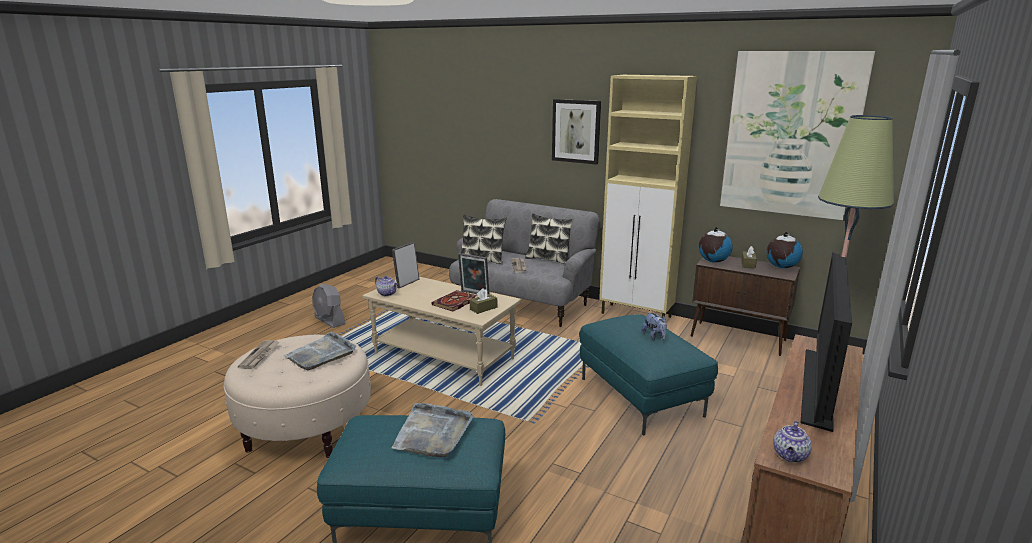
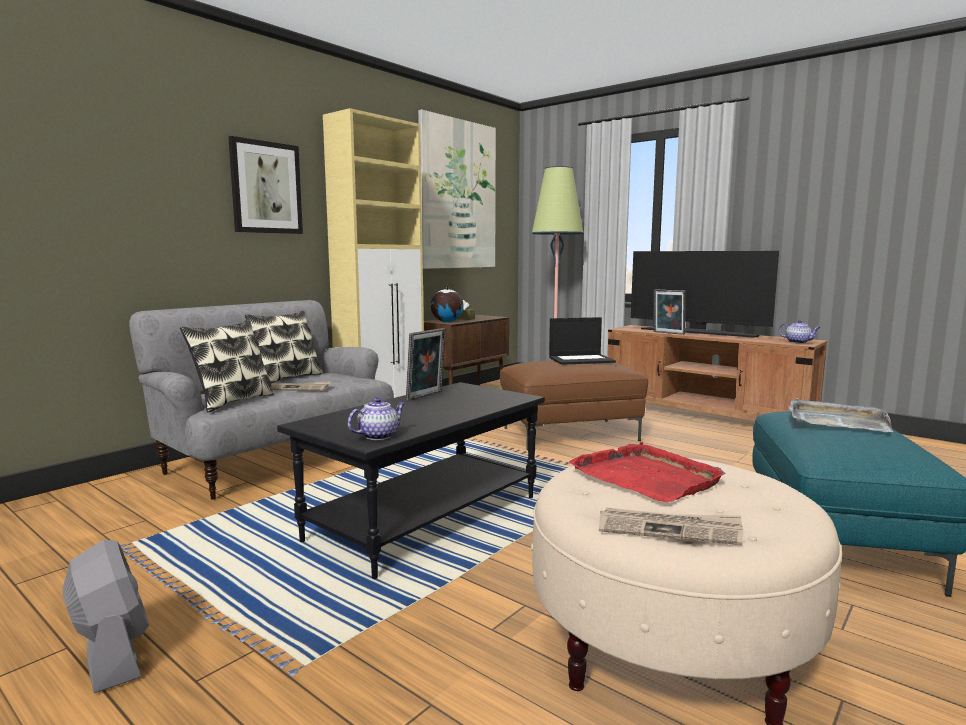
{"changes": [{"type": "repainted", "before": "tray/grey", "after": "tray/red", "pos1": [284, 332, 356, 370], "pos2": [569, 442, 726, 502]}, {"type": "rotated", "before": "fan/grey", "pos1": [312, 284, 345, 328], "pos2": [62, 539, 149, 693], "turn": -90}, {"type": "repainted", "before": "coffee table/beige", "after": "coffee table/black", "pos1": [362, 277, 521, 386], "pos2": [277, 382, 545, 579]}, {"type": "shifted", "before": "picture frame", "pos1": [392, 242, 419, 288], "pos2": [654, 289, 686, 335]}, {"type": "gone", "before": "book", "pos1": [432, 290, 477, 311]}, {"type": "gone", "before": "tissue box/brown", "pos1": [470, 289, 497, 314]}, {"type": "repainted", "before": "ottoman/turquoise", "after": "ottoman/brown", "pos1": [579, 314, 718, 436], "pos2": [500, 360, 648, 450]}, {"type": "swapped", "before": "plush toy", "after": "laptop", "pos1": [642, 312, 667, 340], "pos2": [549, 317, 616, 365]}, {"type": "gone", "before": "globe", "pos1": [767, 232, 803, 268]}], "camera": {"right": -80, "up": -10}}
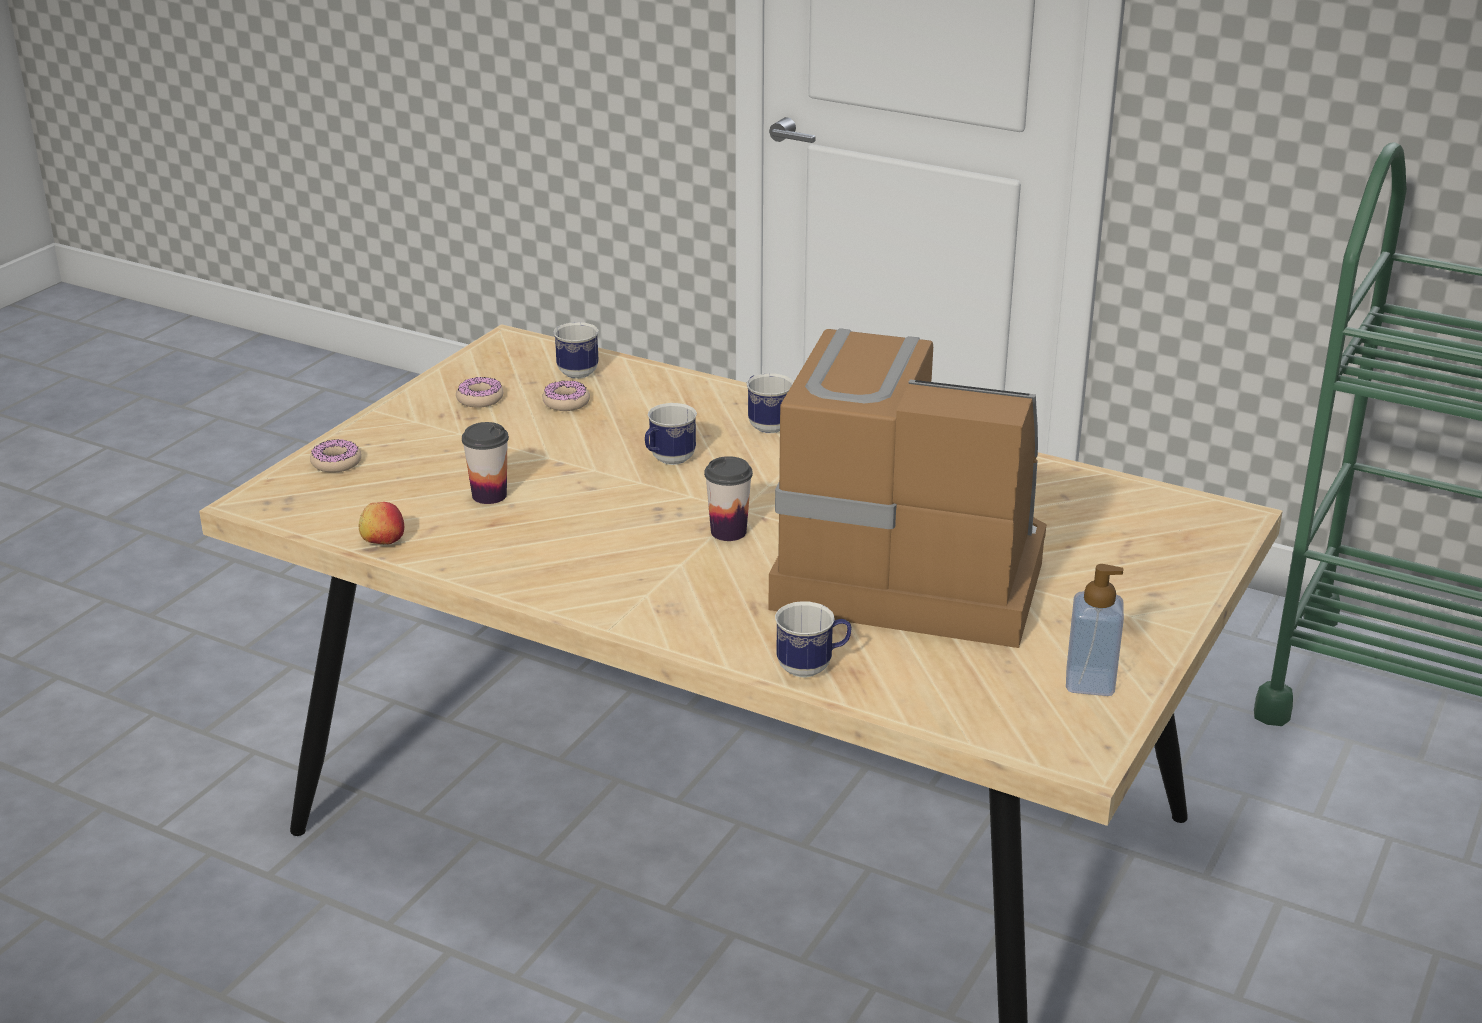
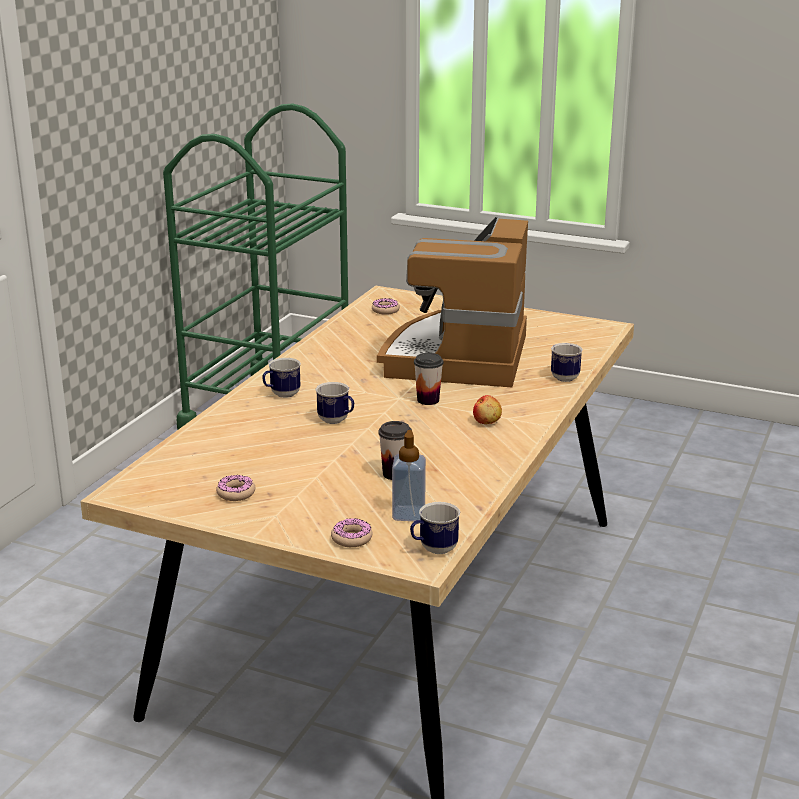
{"changes": [{"type": "shifted", "before": "apple", "pos1": [359, 502, 404, 544], "pos2": [473, 395, 502, 424]}, {"type": "shifted", "before": "donut", "pos1": [542, 381, 590, 411], "pos2": [372, 298, 400, 315]}, {"type": "shifted", "before": "mug", "pos1": [553, 322, 599, 379], "pos2": [410, 502, 460, 554]}, {"type": "shifted", "before": "soap dispenser", "pos1": [1066, 564, 1124, 696], "pos2": [392, 430, 426, 521]}], "camera": {"right": -95, "up": -5}}
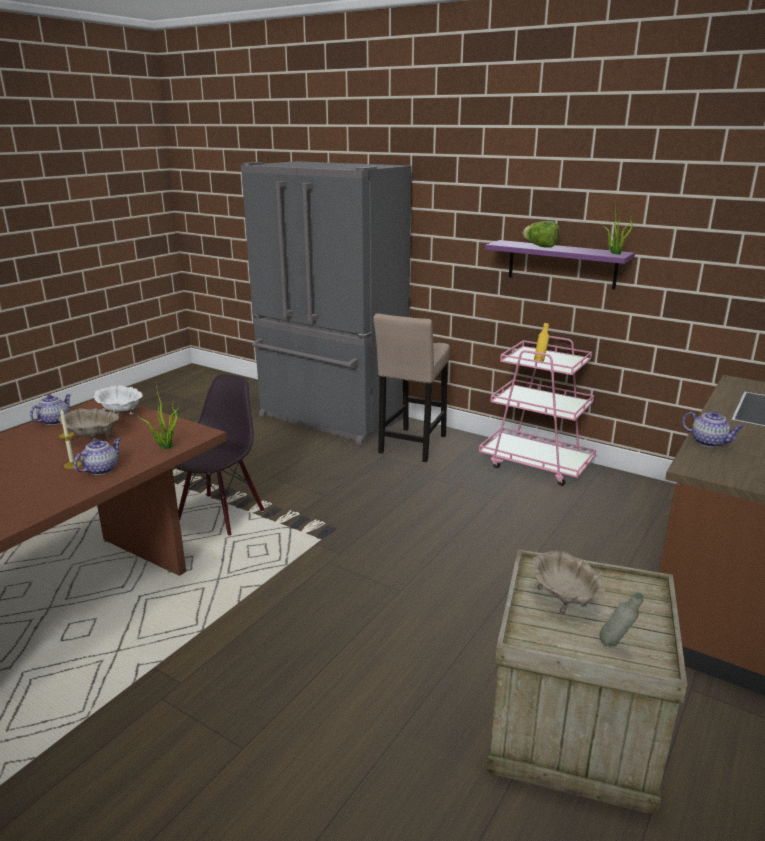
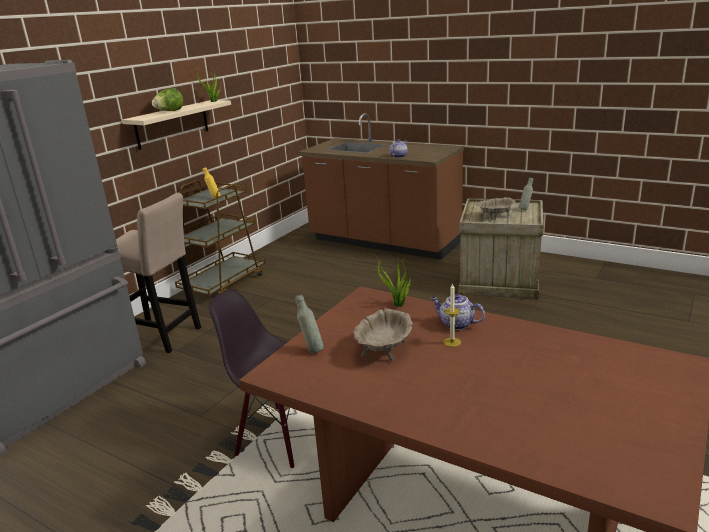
{"changes": [{"type": "gone", "before": "teapot", "pos1": [30, 394, 71, 425]}, {"type": "swapped", "before": "bowl/white", "after": "bottle/grey", "pos1": [93, 385, 143, 421], "pos2": [295, 295, 324, 353]}, {"type": "repainted", "before": "cart/pink", "after": "cart/brown", "pos1": [479, 336, 596, 486], "pos2": [175, 180, 266, 296]}, {"type": "repainted", "before": "shelf/purple", "after": "shelf/beige", "pos1": [485, 240, 635, 290], "pos2": [122, 100, 231, 150]}], "camera": {"right": -90, "up": 0}}
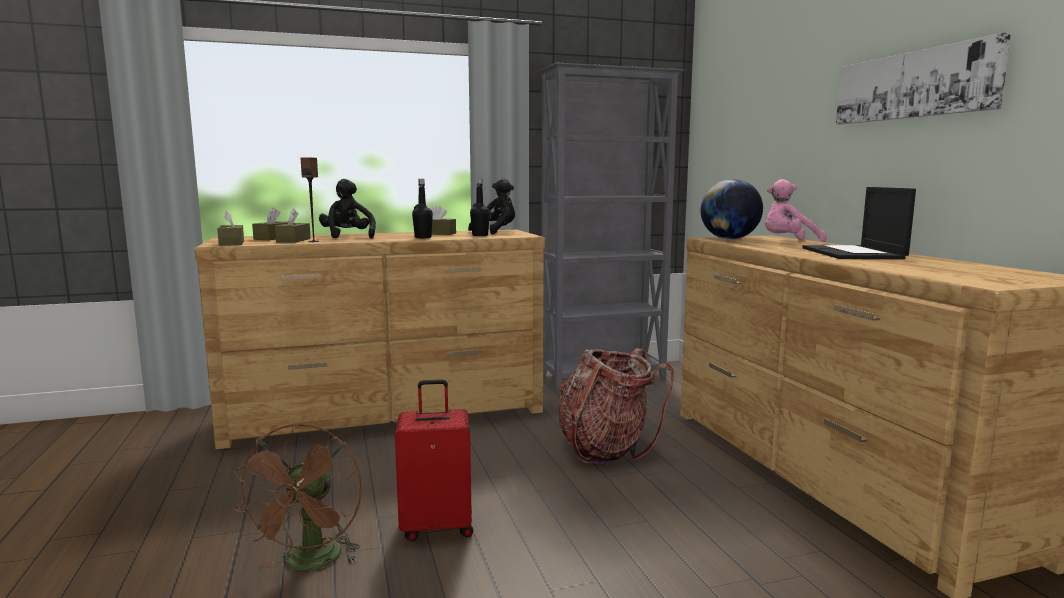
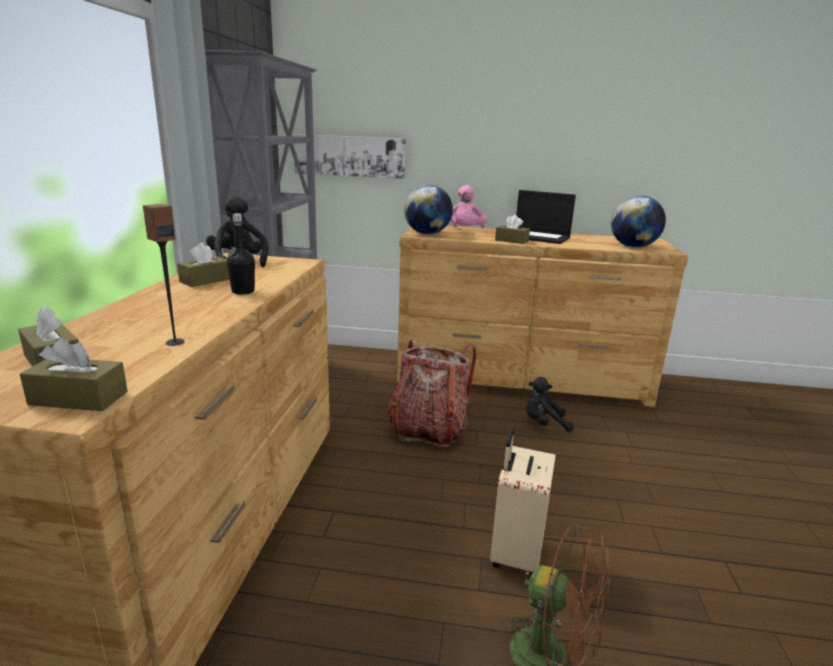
{"changes": [{"type": "shifted", "before": "tissue box/brown", "pos1": [275, 209, 311, 243], "pos2": [495, 215, 530, 244]}, {"type": "shifted", "before": "plush toy/black", "pos1": [319, 179, 376, 239], "pos2": [526, 377, 574, 432]}, {"type": "repainted", "before": "suitcase/red", "after": "suitcase/beige", "pos1": [395, 379, 473, 541], "pos2": [490, 428, 556, 577]}, {"type": "gone", "before": "bottle/black", "pos1": [470, 179, 490, 236]}, {"type": "shifted", "before": "picture", "pos1": [836, 33, 1011, 125], "pos2": [293, 134, 406, 179]}, {"type": "new", "after": "globe", "pos2": [611, 196, 666, 248]}], "camera": {"right": -65, "up": 10}}
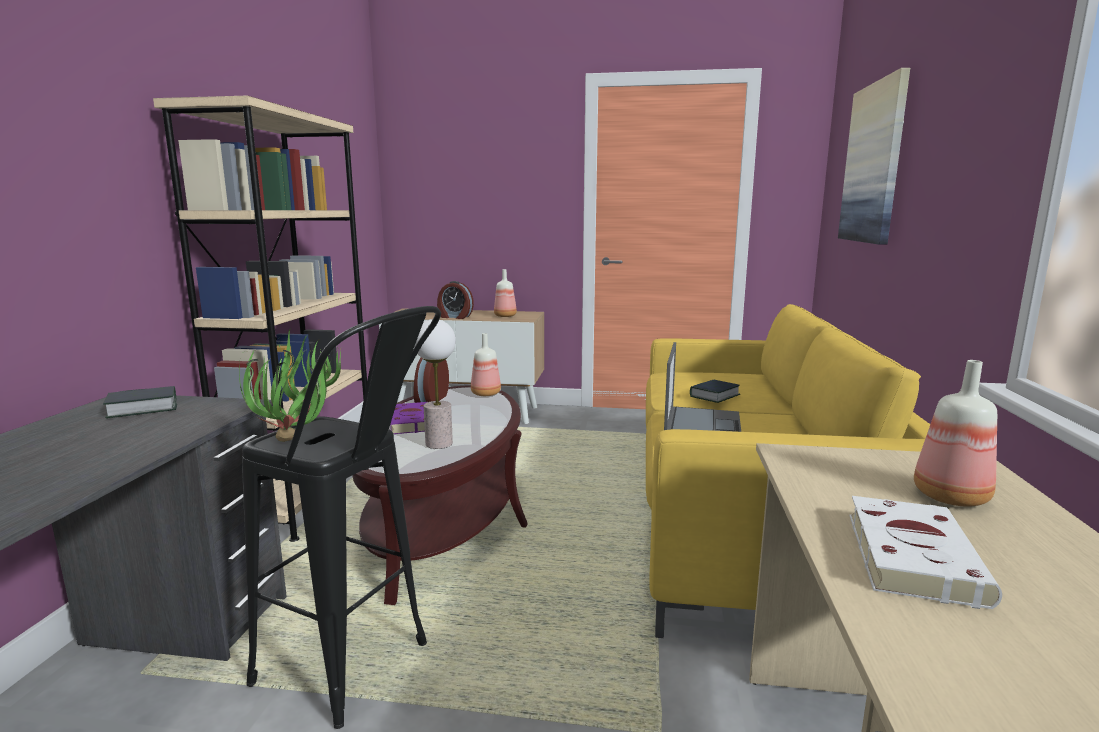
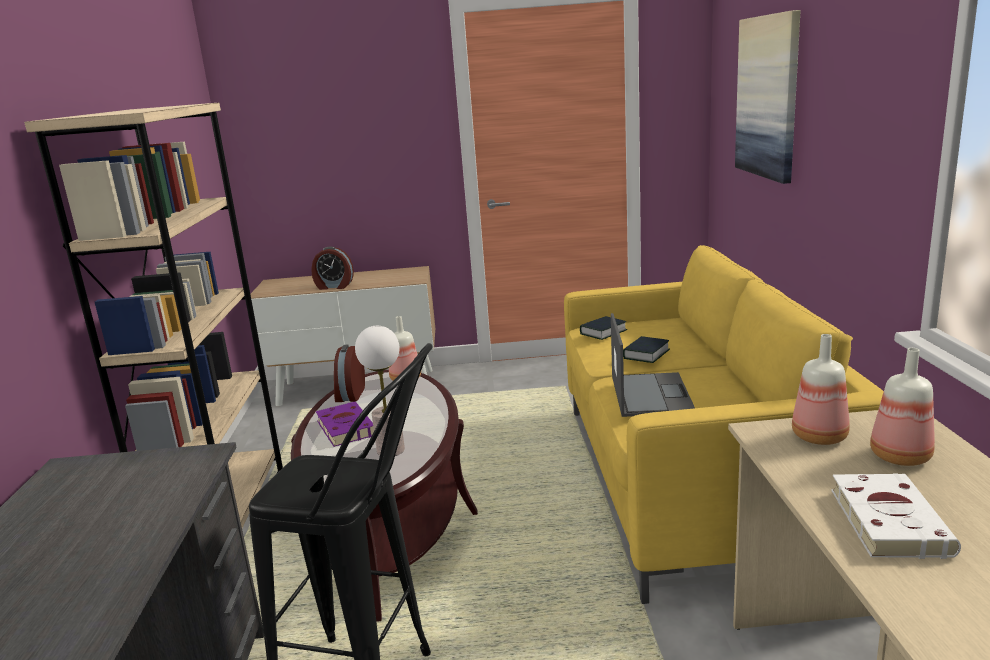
{"changes": [{"type": "shifted", "before": "book", "pos1": [103, 386, 177, 418], "pos2": [580, 316, 627, 340]}, {"type": "gone", "before": "potted plant", "pos1": [239, 330, 341, 442]}, {"type": "shifted", "before": "bottle", "pos1": [494, 269, 517, 317], "pos2": [792, 334, 850, 445]}], "camera": {"right": -10, "up": 5}}
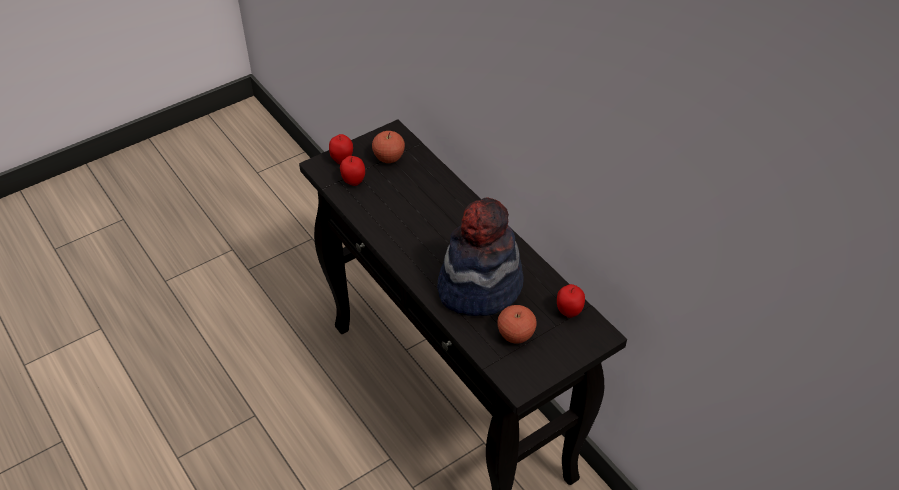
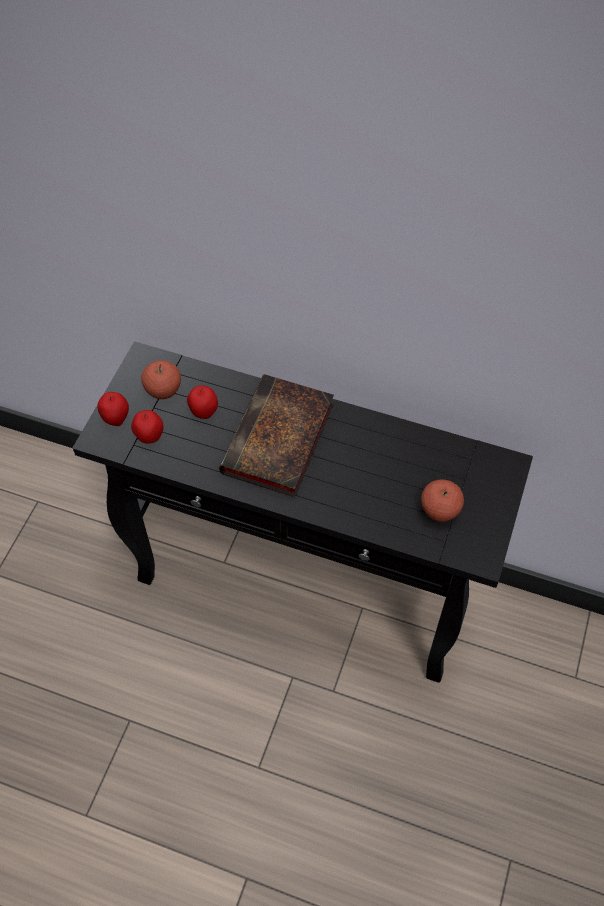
{"changes": [{"type": "gone", "before": "hat", "pos1": [437, 197, 524, 316]}, {"type": "shifted", "before": "apple", "pos1": [557, 284, 585, 318], "pos2": [187, 385, 218, 419]}, {"type": "new", "after": "book", "pos2": [219, 374, 334, 497]}], "camera": {"right": -35, "up": 10}}
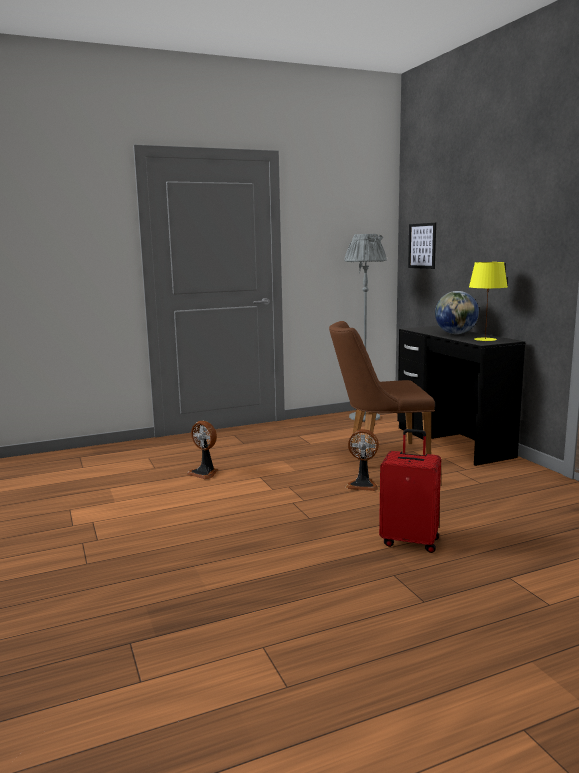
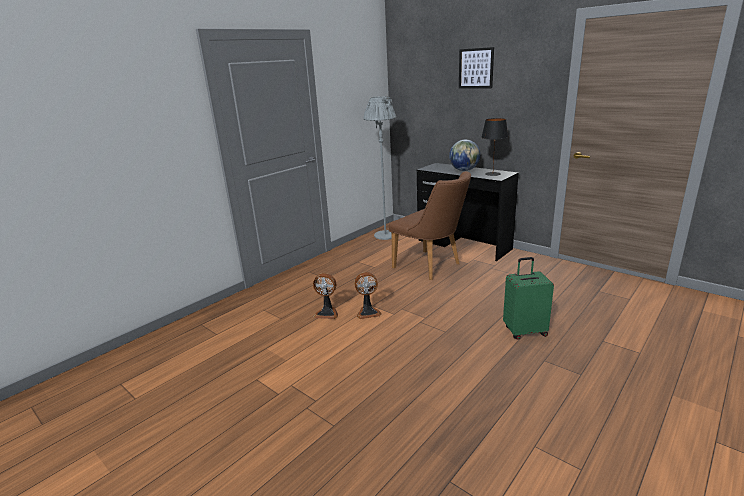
{"changes": [{"type": "rotated", "before": "chair/brown", "pos1": [329, 321, 435, 464], "pos2": [389, 171, 471, 280], "turn": -105}, {"type": "shifted", "before": "fan", "pos1": [345, 429, 379, 491], "pos2": [354, 272, 382, 319]}, {"type": "repainted", "before": "suitcase/red", "after": "suitcase/green", "pos1": [379, 429, 441, 553], "pos2": [503, 257, 554, 340]}, {"type": "shifted", "before": "picture", "pos1": [408, 223, 436, 269], "pos2": [459, 47, 494, 89]}, {"type": "repainted", "before": "table lamp/yellow", "after": "table lamp/black", "pos1": [469, 262, 508, 341], "pos2": [481, 118, 508, 176]}], "camera": {"right": -25, "up": 10}}
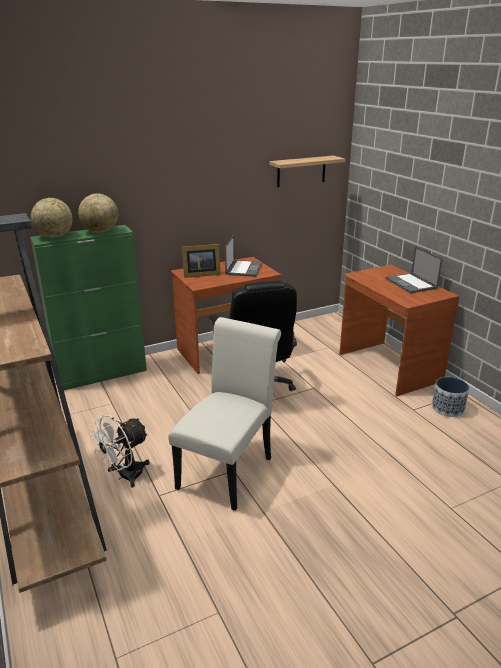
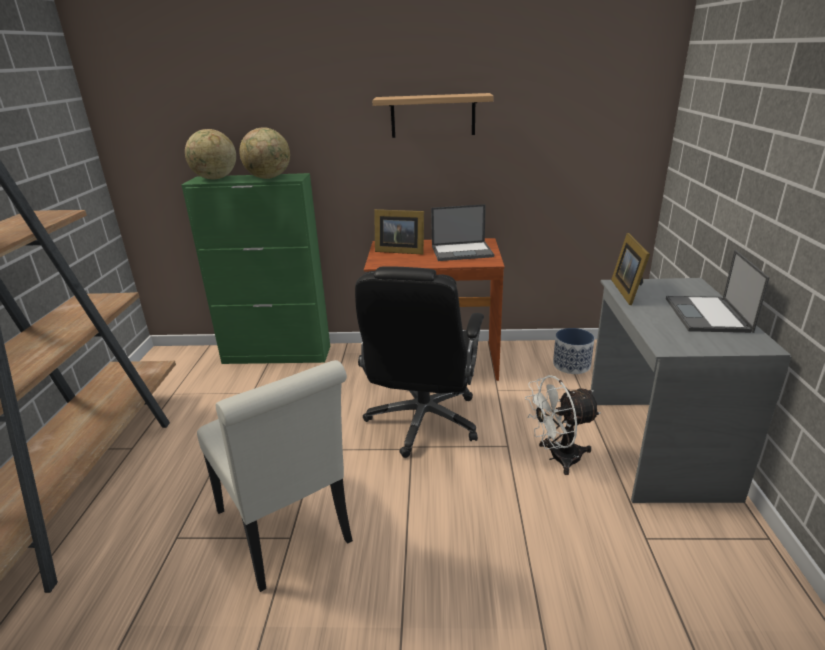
{"changes": [{"type": "shifted", "before": "fan/white", "pos1": [89, 415, 149, 488], "pos2": [525, 375, 601, 475]}, {"type": "rotated", "before": "chair/white", "pos1": [168, 317, 281, 511], "pos2": [197, 360, 353, 592], "turn": 90}, {"type": "rotated", "before": "laptop", "pos1": [225, 235, 263, 277], "pos2": [431, 204, 494, 261], "turn": 45}, {"type": "shifted", "before": "shelf", "pos1": [269, 156, 346, 187], "pos2": [372, 93, 494, 138]}, {"type": "repainted", "before": "desk/brown", "after": "desk/grey", "pos1": [339, 265, 459, 396], "pos2": [591, 278, 792, 503]}, {"type": "shifted", "before": "planter", "pos1": [432, 377, 469, 417], "pos2": [553, 328, 594, 374]}, {"type": "new", "after": "picture frame", "pos2": [611, 233, 650, 305]}], "camera": {"right": 30, "up": 0}}
